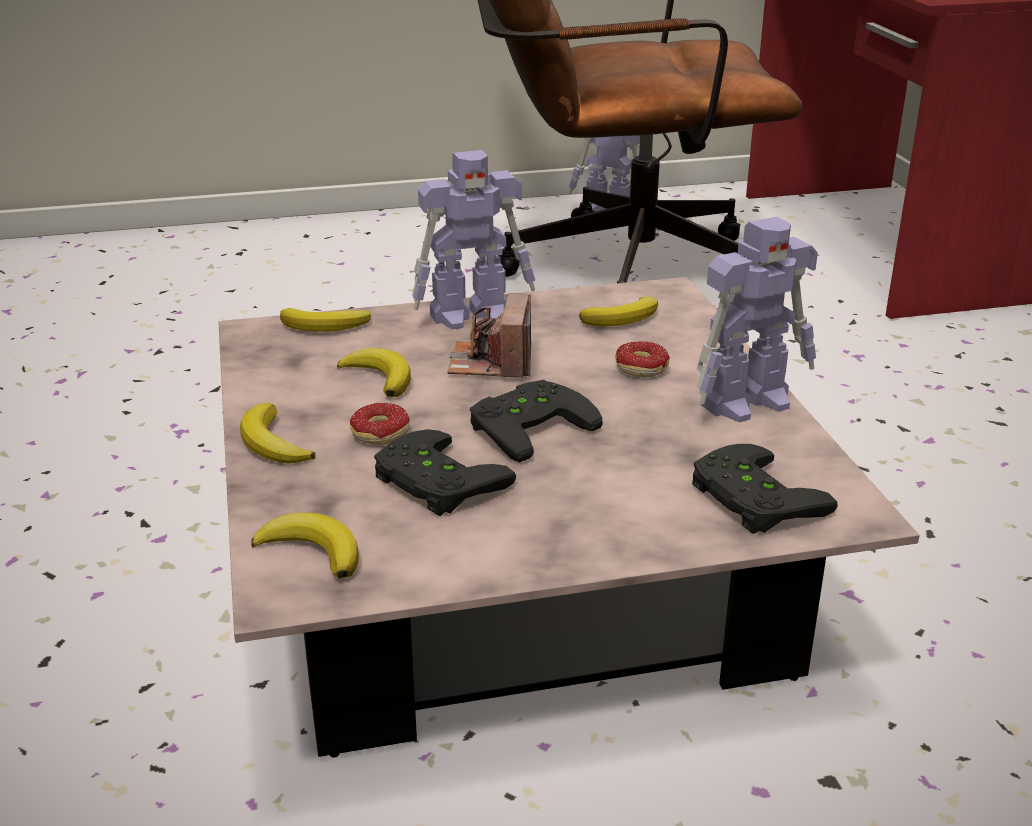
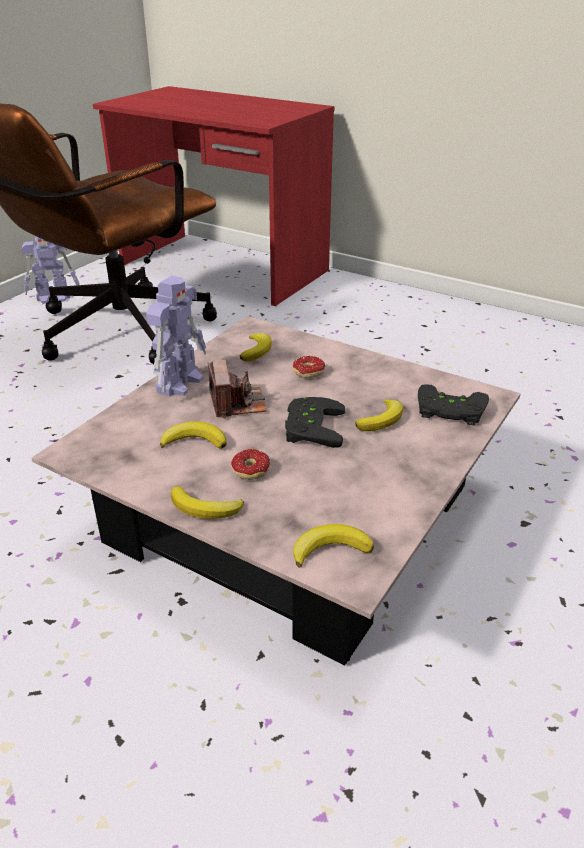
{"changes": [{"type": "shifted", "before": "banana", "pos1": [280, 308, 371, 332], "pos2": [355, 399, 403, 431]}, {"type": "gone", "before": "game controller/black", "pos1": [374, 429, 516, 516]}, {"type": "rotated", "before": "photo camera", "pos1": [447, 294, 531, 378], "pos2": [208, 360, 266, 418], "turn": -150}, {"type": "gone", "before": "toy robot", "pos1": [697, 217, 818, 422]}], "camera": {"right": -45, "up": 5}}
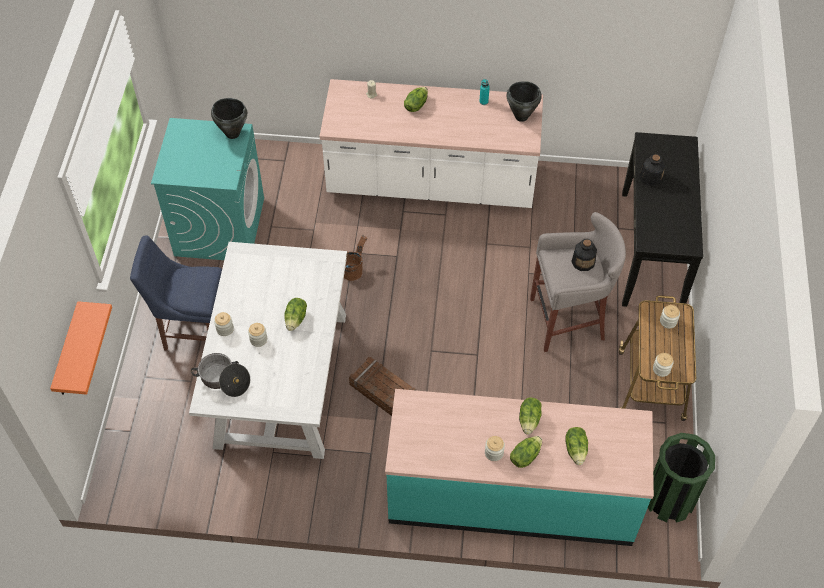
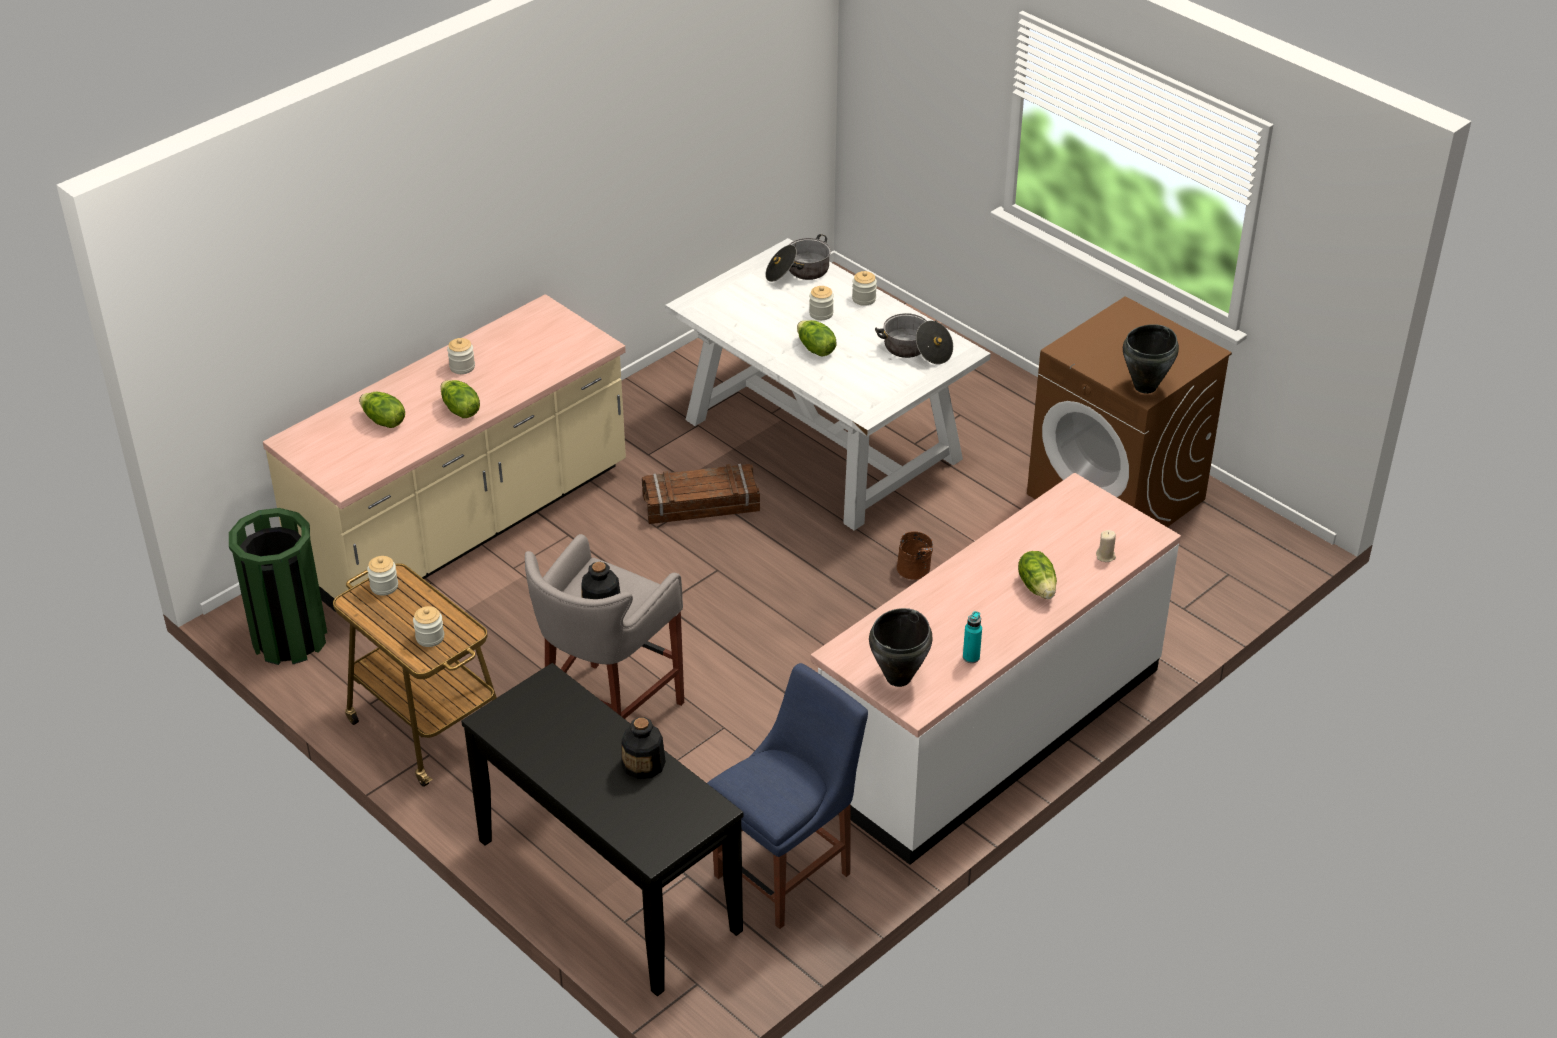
{"changes": [{"type": "gone", "before": "shelf/orange", "pos1": [50, 301, 112, 395]}, {"type": "shifted", "before": "chair/blue", "pos1": [130, 235, 222, 351], "pos2": [707, 663, 868, 929]}, {"type": "repainted", "before": "washing machine/turquoise", "after": "washing machine/brown", "pos1": [151, 118, 264, 260], "pos2": [1027, 296, 1232, 527]}, {"type": "repainted", "before": "counter/turquoise", "after": "counter/beige", "pos1": [385, 389, 654, 546], "pos2": [263, 294, 626, 613]}, {"type": "gone", "before": "lettuce", "pos1": [510, 436, 542, 468]}, {"type": "new", "after": "cooking pot", "pos2": [875, 313, 953, 364]}], "camera": {"right": 130, "up": -15}}
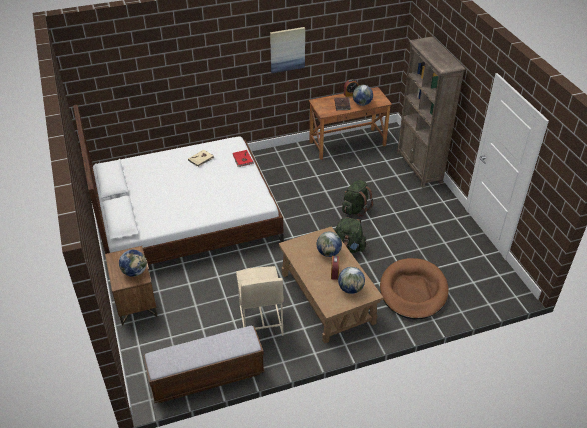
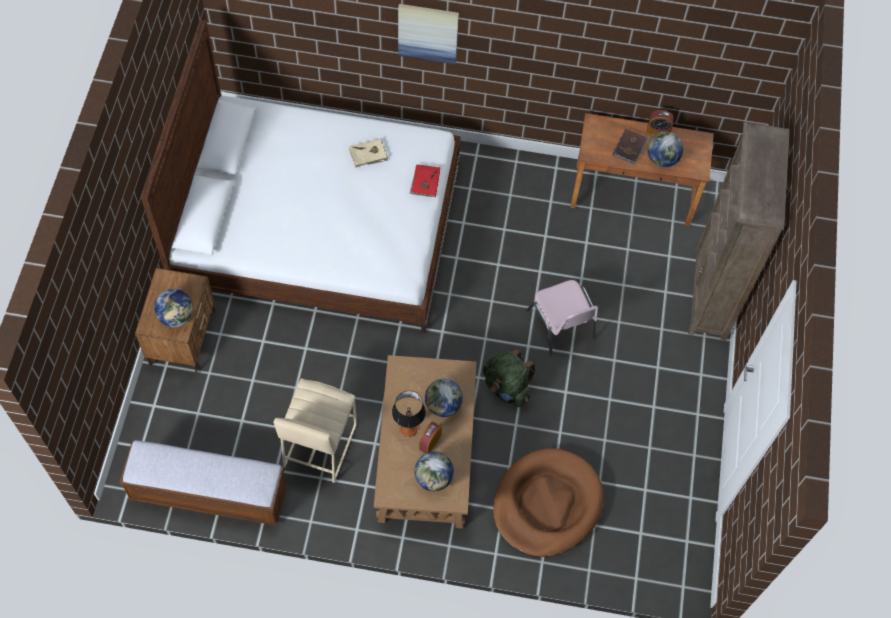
{"changes": [{"type": "shifted", "before": "picture", "pos1": [270, 27, 305, 73], "pos2": [398, 4, 459, 64]}, {"type": "swapped", "before": "backpack/green", "after": "chair/pink", "pos1": [342, 180, 373, 217], "pos2": [526, 280, 598, 355]}, {"type": "new", "after": "table lamp", "pos2": [392, 391, 426, 437]}], "camera": {"right": 25, "up": 20}}
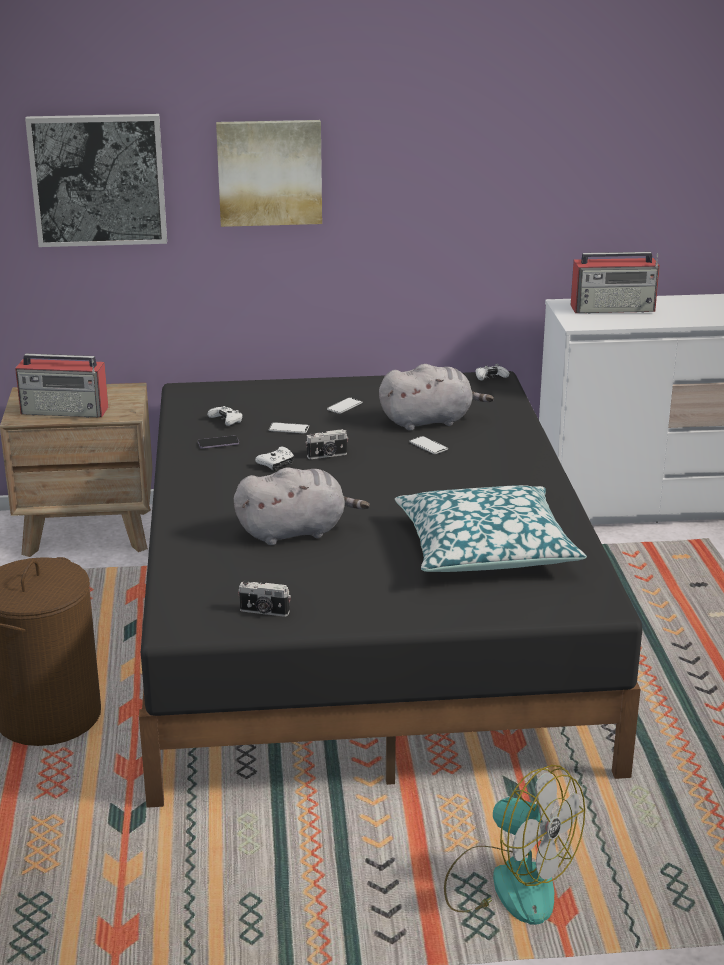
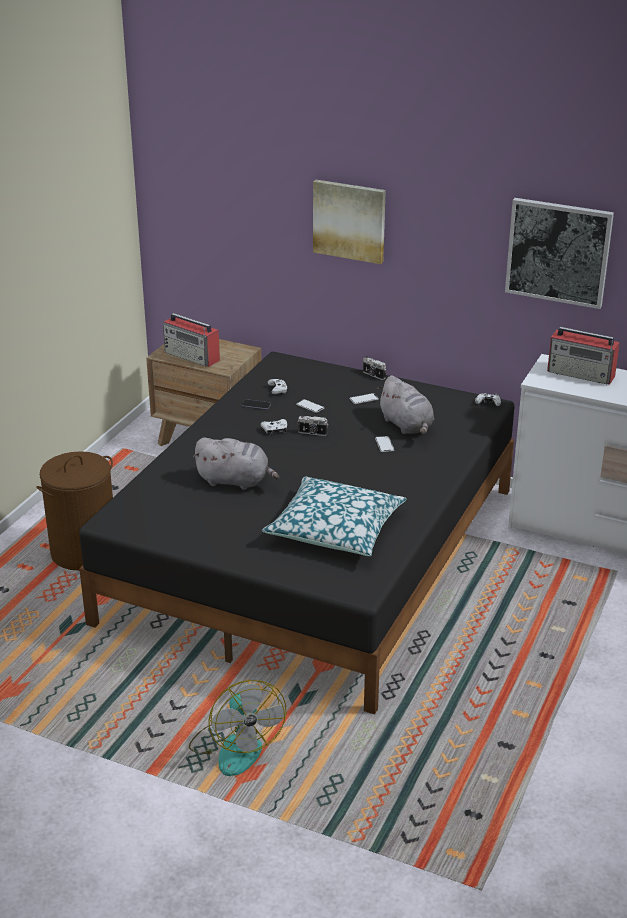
{"changes": [{"type": "shifted", "before": "picture", "pos1": [25, 114, 167, 247], "pos2": [505, 198, 614, 309]}, {"type": "shifted", "before": "photo camera", "pos1": [238, 580, 291, 617], "pos2": [363, 356, 386, 380]}, {"type": "rotated", "before": "plush toy/grey", "pos1": [379, 364, 494, 431], "pos2": [377, 375, 434, 434], "turn": 45}], "camera": {"right": 30, "up": 5}}
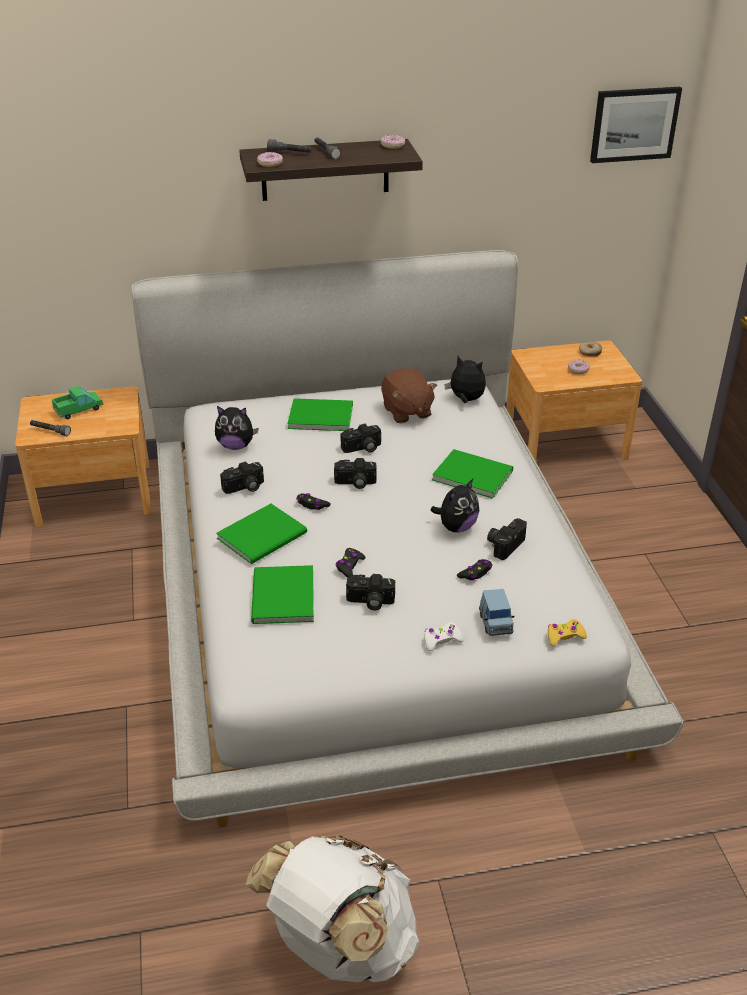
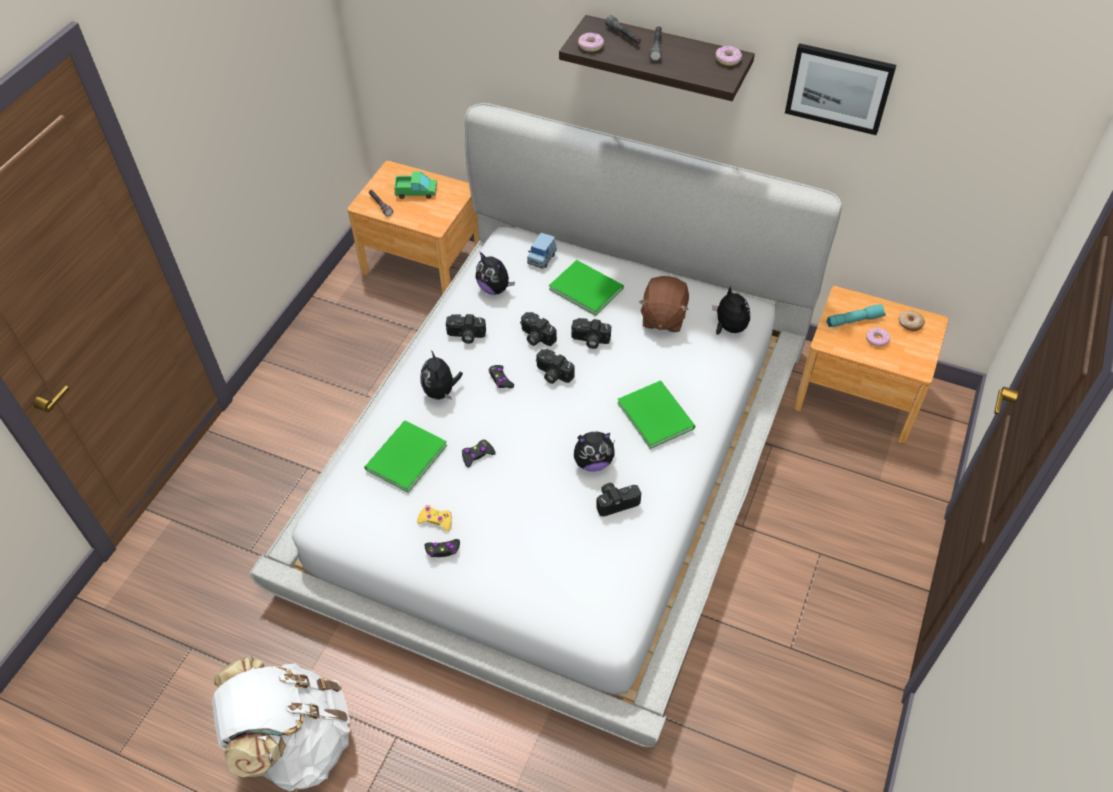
{"changes": [{"type": "swapped", "before": "book/green", "after": "plush toy", "pos1": [216, 503, 307, 564], "pos2": [420, 350, 463, 400]}, {"type": "shifted", "before": "photo camera", "pos1": [346, 574, 395, 610], "pos2": [520, 312, 557, 346]}, {"type": "gone", "before": "game controller/white", "pos1": [424, 622, 464, 651]}, {"type": "shifted", "before": "game controller/black", "pos1": [457, 559, 492, 580], "pos2": [425, 539, 460, 557]}, {"type": "shifted", "before": "toy car/blue", "pos1": [479, 589, 514, 636], "pos2": [527, 233, 557, 269]}, {"type": "shifted", "before": "game controller/yellow", "pos1": [548, 619, 587, 646], "pos2": [417, 505, 452, 531]}, {"type": "shifted", "before": "picture", "pos1": [590, 87, 682, 163], "pos2": [785, 43, 896, 135]}, {"type": "new", "after": "flashlight/turquoise", "pos2": [826, 304, 886, 327]}], "camera": {"right": 35, "up": 15}}
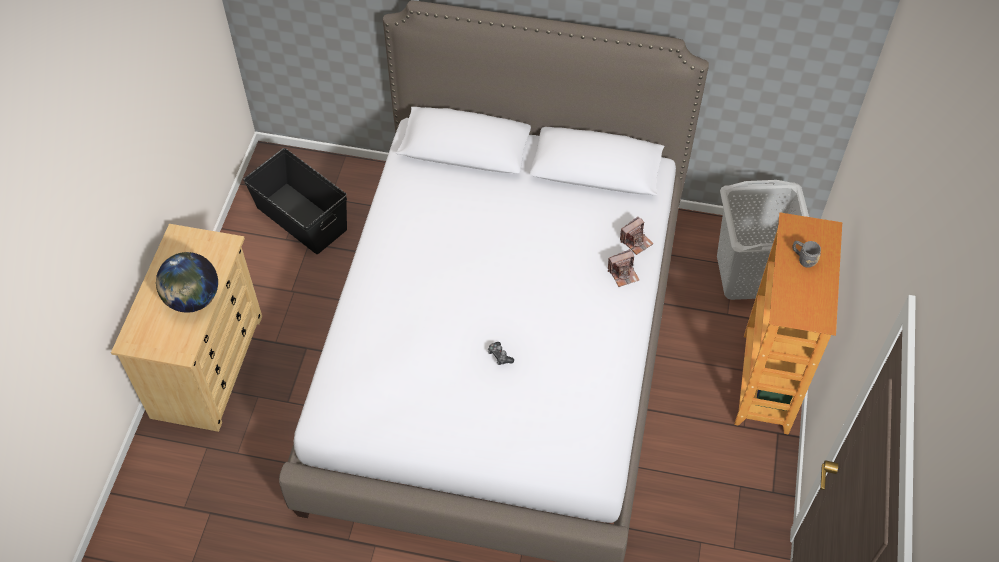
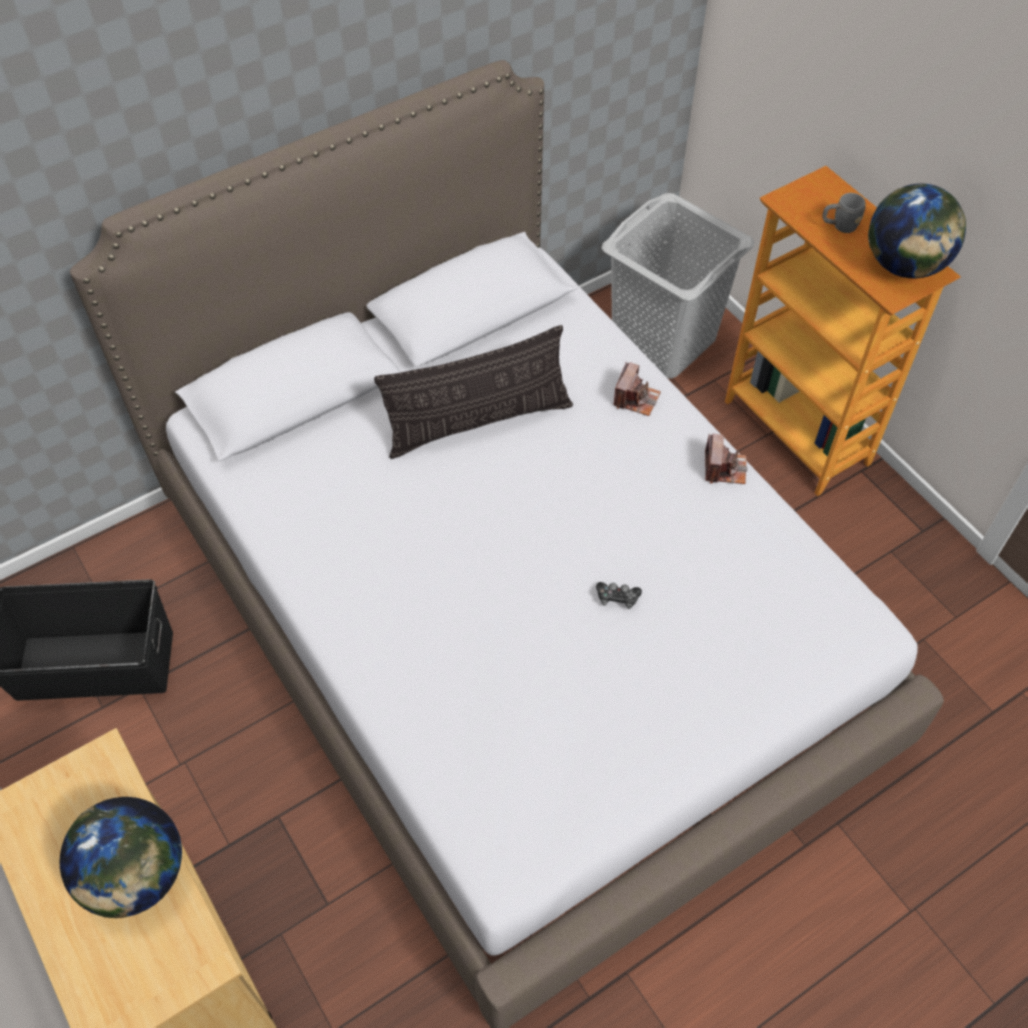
{"changes": [{"type": "shifted", "before": "photo camera", "pos1": [620, 217, 653, 255], "pos2": [705, 434, 747, 484]}, {"type": "new", "after": "pillow", "pos2": [374, 325, 573, 459]}, {"type": "new", "after": "globe", "pos2": [868, 184, 966, 278]}], "camera": {"right": -45, "up": 0}}
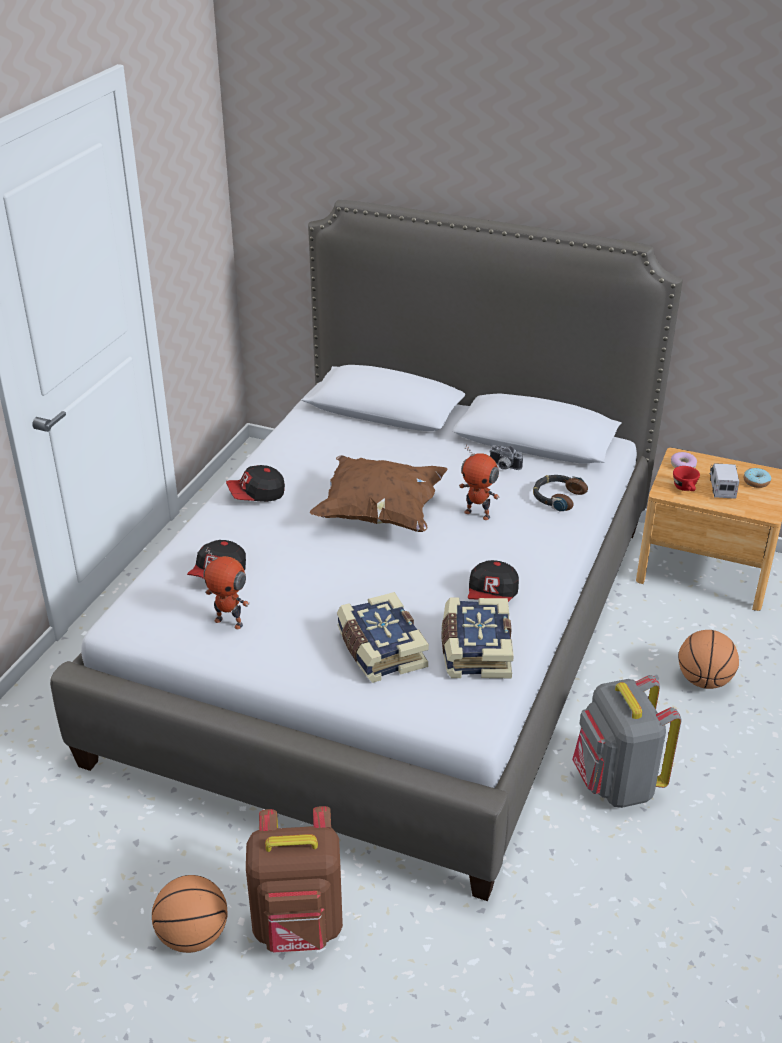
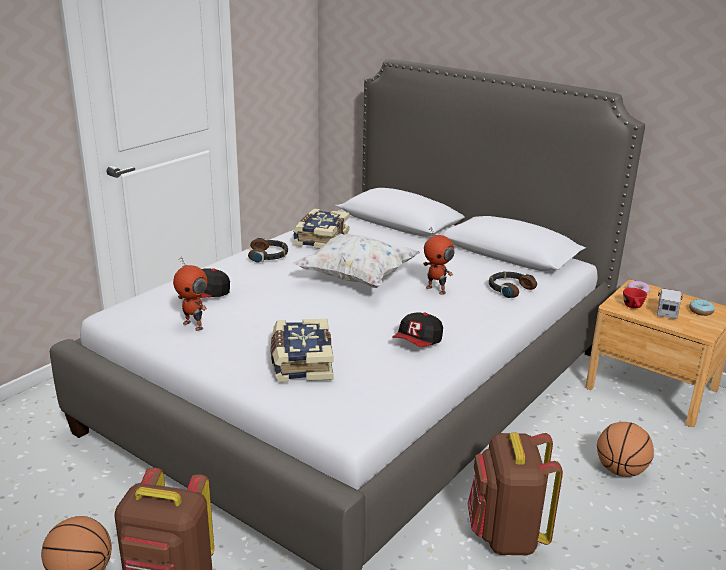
{"changes": [{"type": "swapped", "before": "cap", "after": "headphones", "pos1": [226, 465, 285, 502], "pos2": [248, 238, 288, 263]}, {"type": "repainted", "before": "pillow/brown", "after": "pillow/white", "pos1": [310, 455, 447, 532], "pos2": [294, 233, 420, 288]}, {"type": "shifted", "before": "book", "pos1": [441, 597, 514, 679], "pos2": [293, 208, 349, 249]}, {"type": "gone", "before": "photo camera", "pos1": [489, 445, 523, 470]}, {"type": "repainted", "before": "backpack/grey", "after": "backpack/brown", "pos1": [572, 675, 681, 808], "pos2": [467, 432, 563, 555]}], "camera": {"right": 15, "up": -10}}
